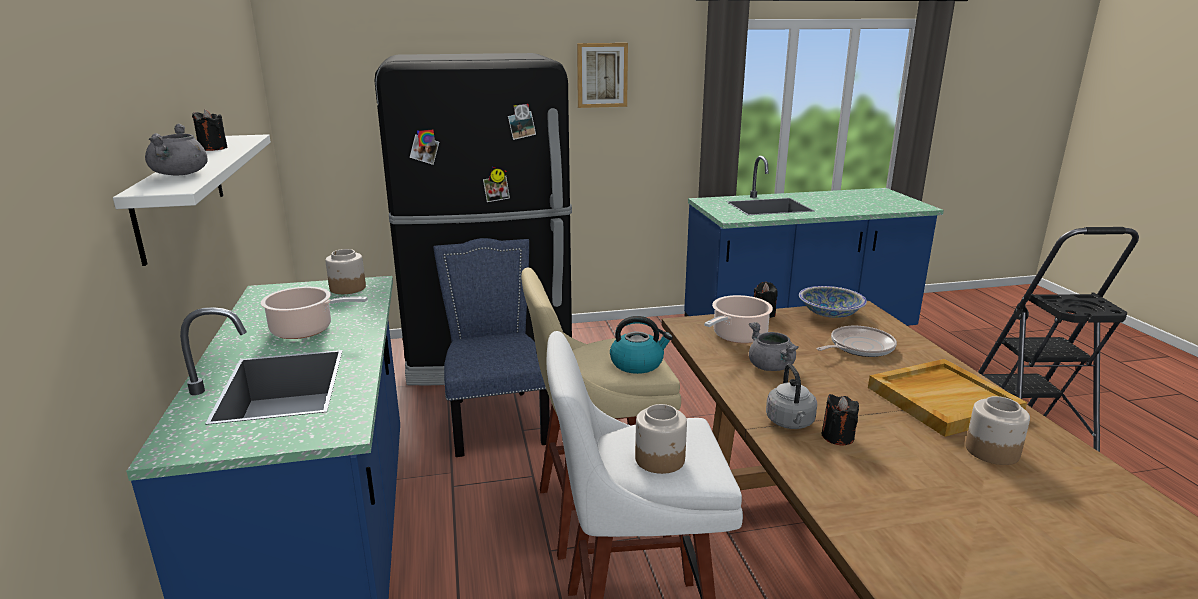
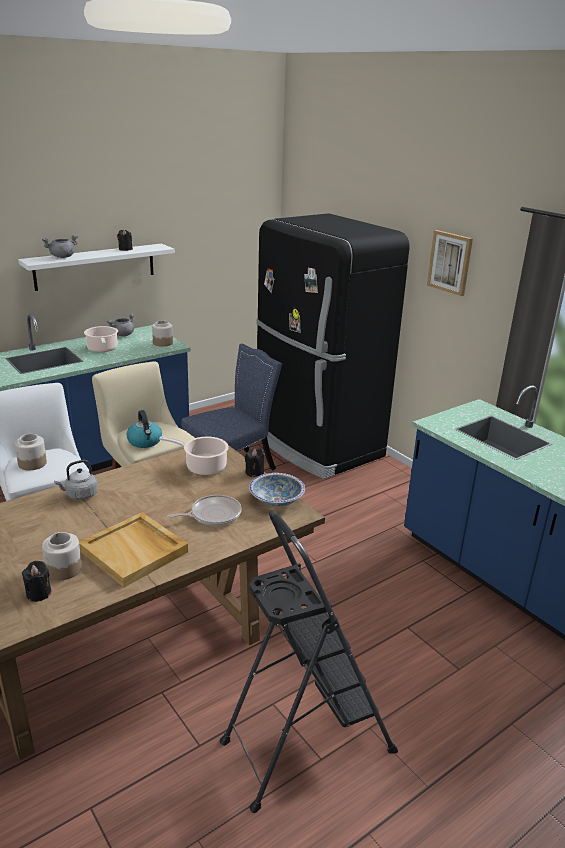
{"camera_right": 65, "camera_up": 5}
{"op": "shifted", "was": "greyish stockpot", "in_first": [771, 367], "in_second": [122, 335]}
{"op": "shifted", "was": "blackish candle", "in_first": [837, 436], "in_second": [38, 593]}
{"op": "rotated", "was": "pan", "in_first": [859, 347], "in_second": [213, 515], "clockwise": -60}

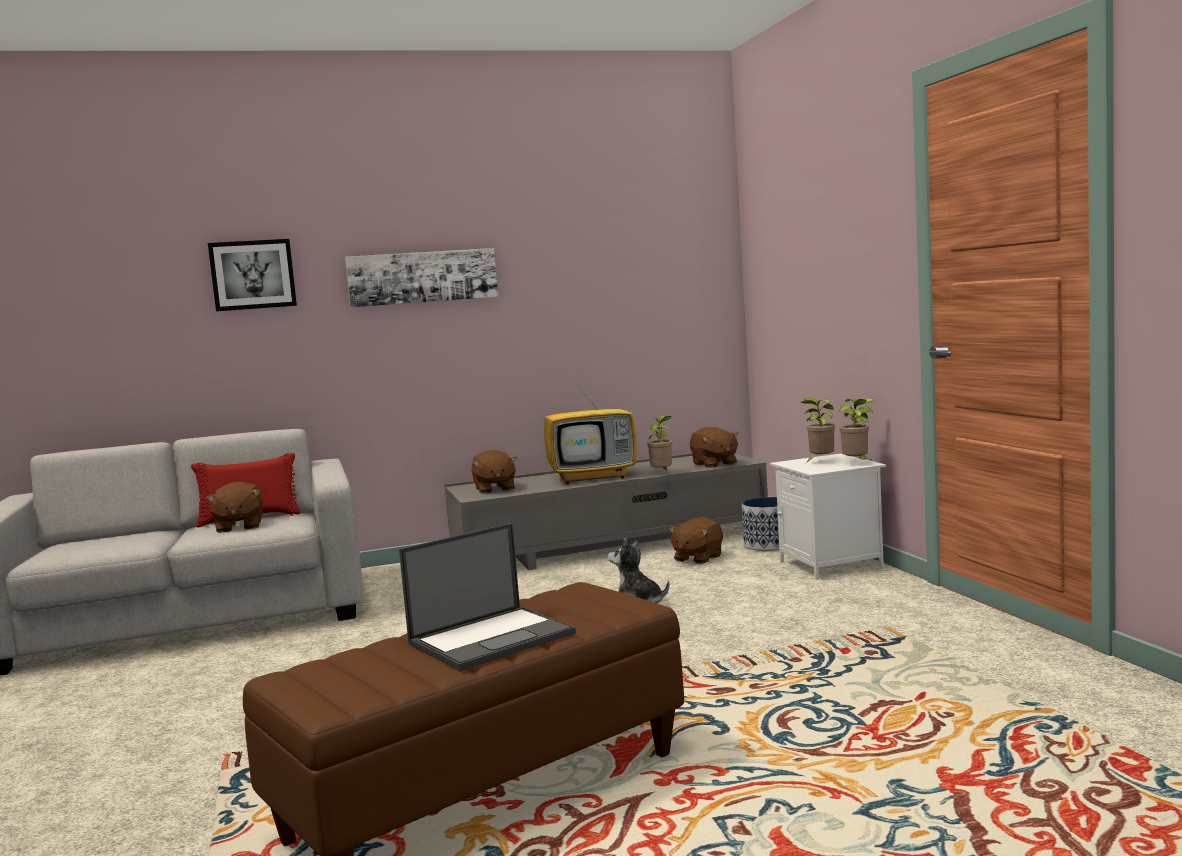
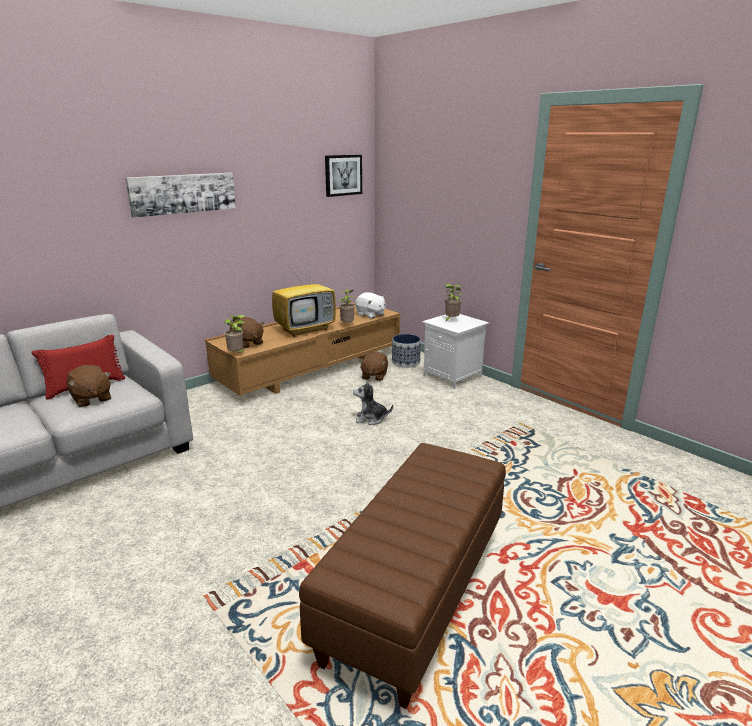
{"camera_right": -25, "camera_up": 15}
{"op": "gone", "was": "portable computer", "in_first": [493, 638]}
{"op": "shifted", "was": "wall picture", "in_first": [253, 275], "in_second": [343, 175]}
{"op": "shifted", "was": "plant in a pot", "in_first": [857, 463], "in_second": [237, 354]}
{"op": "repainted", "was": "greyish tv stand", "now": "brown tv stand", "in_first": [610, 545], "in_second": [311, 368]}
{"op": "repainted", "was": "brown plush toy", "now": "white plush toy", "in_first": [714, 464], "in_second": [370, 315]}

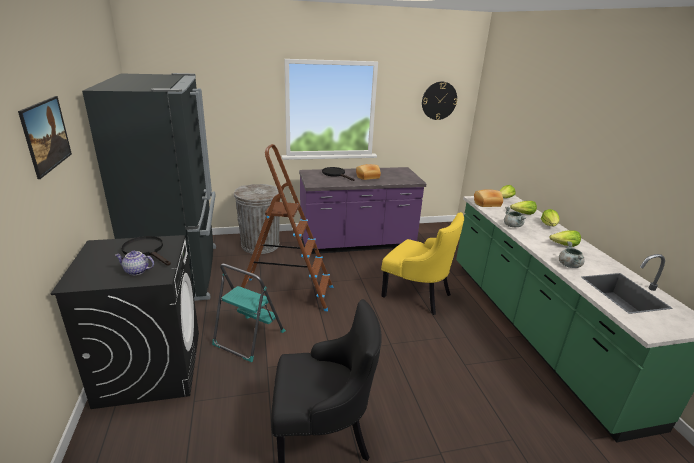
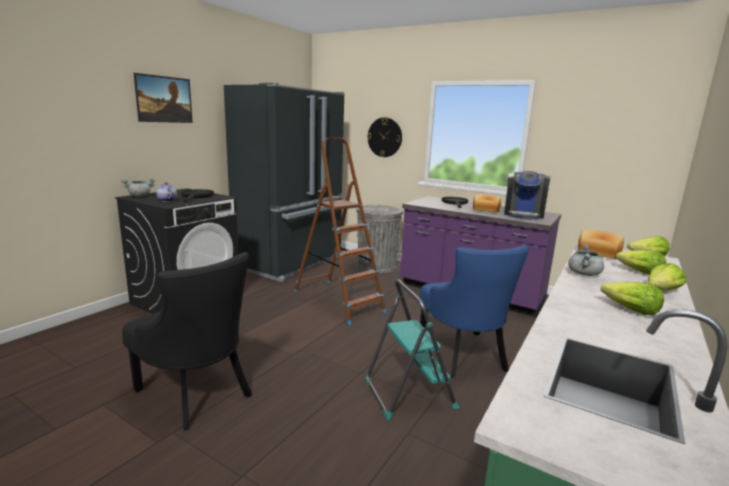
{"camera_right": 45, "camera_up": -10}
{"op": "new", "now": "coffee maker", "in_second": [523, 214]}
{"op": "shifted", "was": "blue-green step stool", "in_first": [247, 339], "in_second": [405, 393]}
{"op": "shifted", "was": "wall clock", "in_first": [439, 100], "in_second": [384, 137]}
{"op": "shifted", "was": "greyish stockpot", "in_first": [569, 265], "in_second": [140, 196]}
{"op": "repainted", "was": "yellow-coloured chair", "now": "blue chair", "in_first": [415, 295], "in_second": [462, 353]}

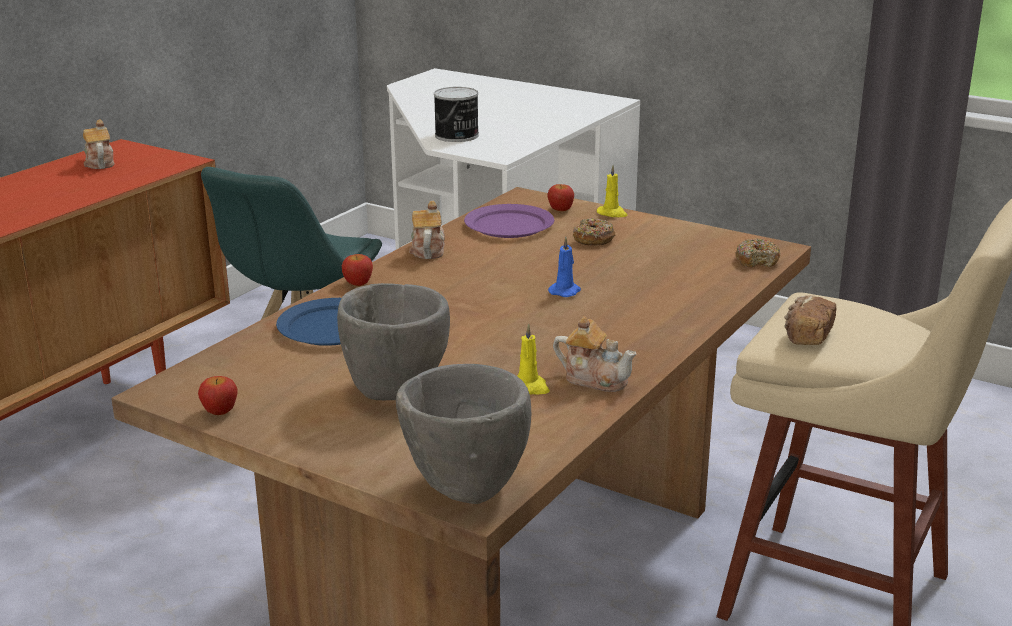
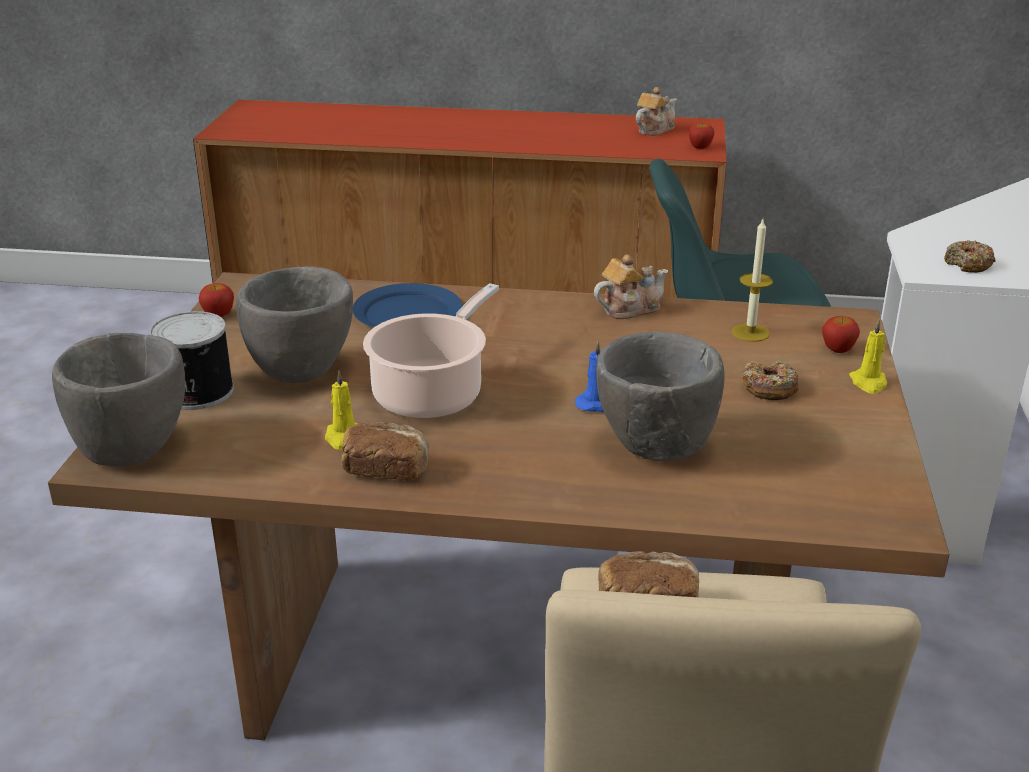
{"camera_right": 65, "camera_up": 5}
{"op": "new", "now": "stockpot", "in_second": [432, 393]}
{"op": "new", "now": "greyish serving bowl", "in_second": [654, 449]}
{"op": "shifted", "was": "apple fruit", "in_first": [358, 283], "in_second": [700, 147]}
{"op": "shifted", "was": "sealed can", "in_first": [457, 136], "in_second": [195, 392]}
{"op": "shifted", "was": "doughnut", "in_first": [757, 260], "in_second": [968, 264]}
{"op": "swapped", "was": "purple-coloured flat dish", "now": "candle", "in_first": [510, 225], "in_second": [750, 333]}
{"op": "swapped", "was": "tea pot", "now": "bakery bread", "in_first": [595, 379], "in_second": [386, 469]}

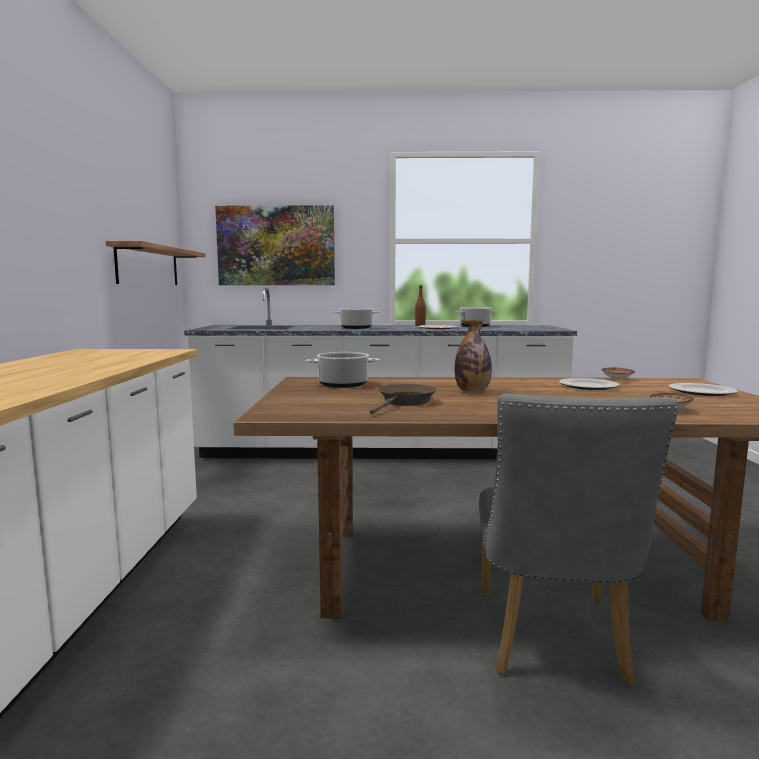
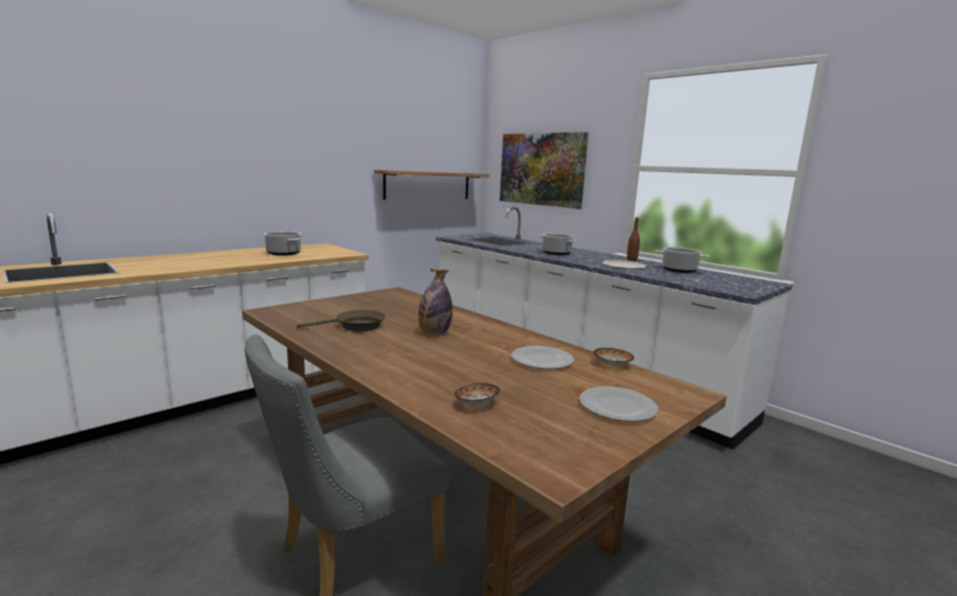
{"camera_right": 45, "camera_up": 5}
{"op": "shifted", "was": "stockpot", "in_first": [344, 384], "in_second": [284, 253]}

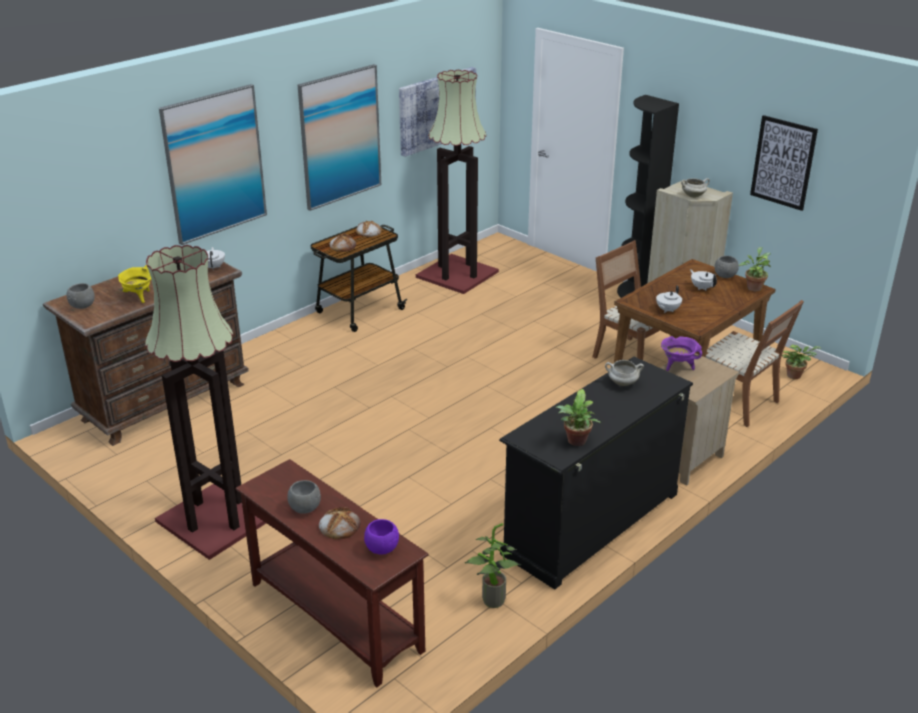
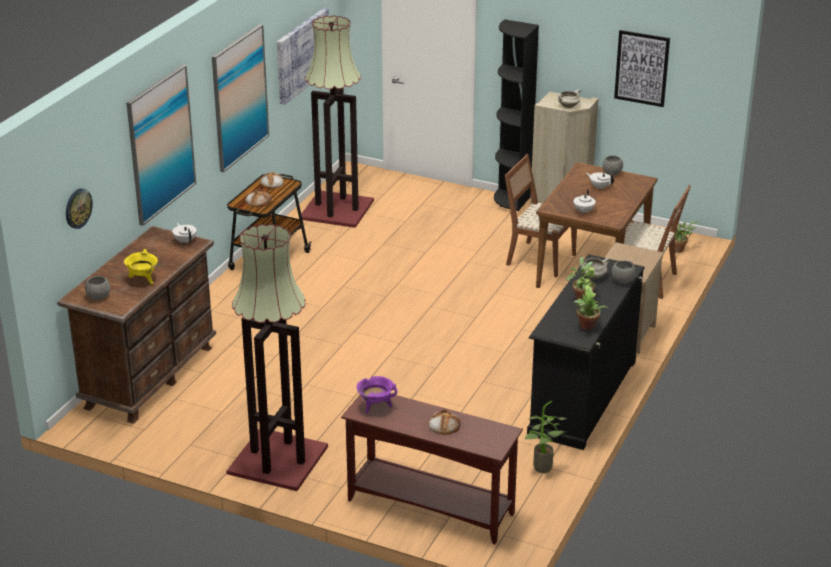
{"camera_right": -20, "camera_up": 0}
{"op": "gone", "was": "purple-coloured serving bowl", "in_first": [381, 548]}
{"op": "new", "now": "wall clock", "in_second": [78, 208]}
{"op": "shifted", "was": "greyish serving bowl", "in_first": [304, 508], "in_second": [622, 281]}
{"op": "shifted", "was": "purple-coloured stockpot", "in_first": [678, 366], "in_second": [376, 406]}
{"op": "shifted", "was": "plant in a pot", "in_first": [753, 287], "in_second": [581, 298]}

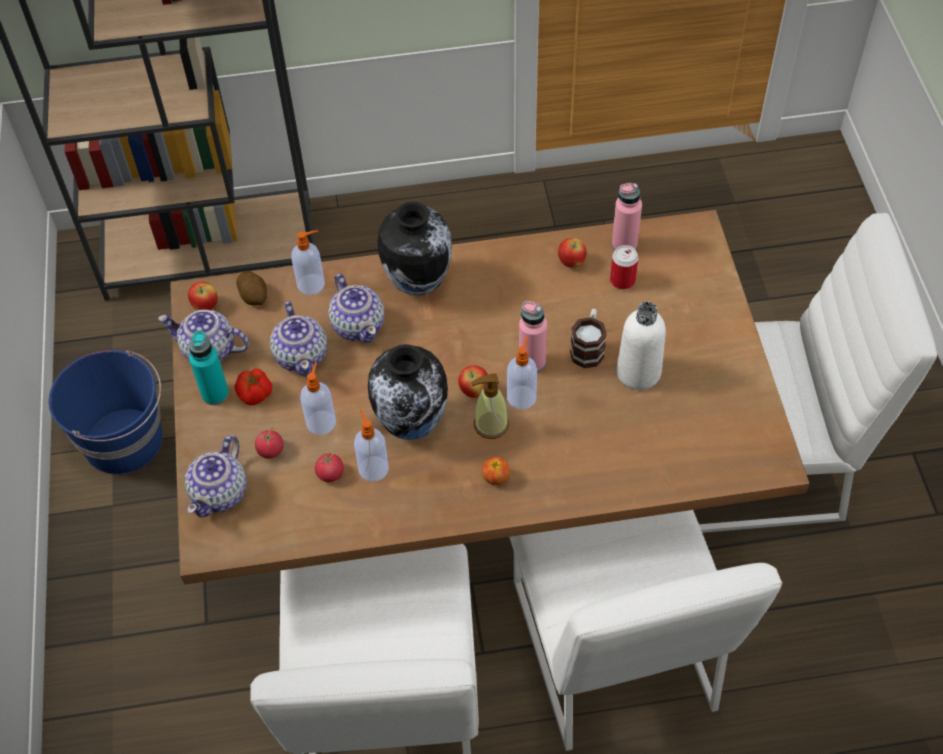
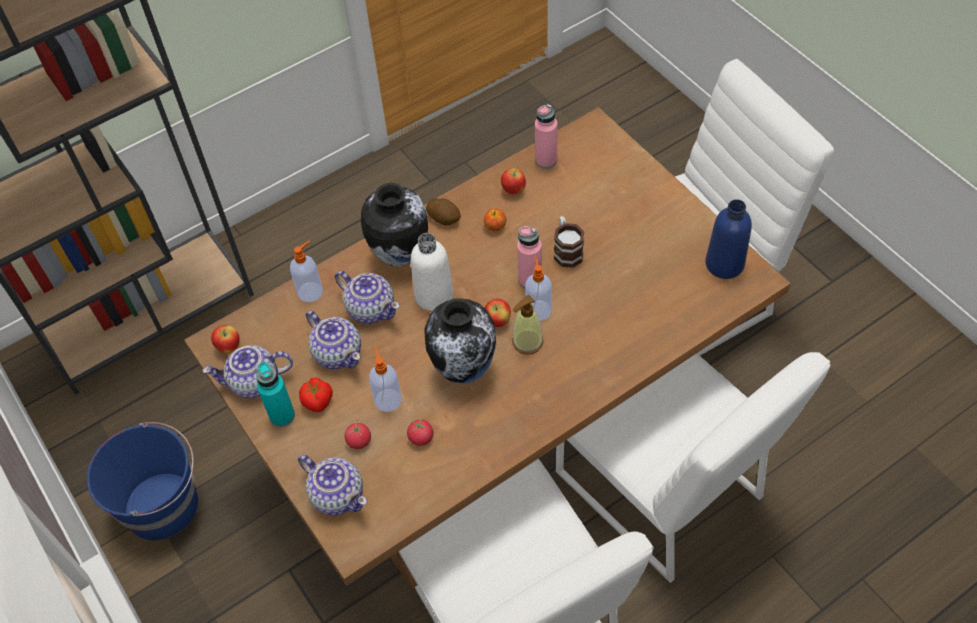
{"camera_right": -25, "camera_up": 0}
{"op": "gone", "was": "soap bottle", "in_first": [373, 468]}
{"op": "gone", "was": "sealed can", "in_first": [622, 280]}
{"op": "new", "now": "blue drink bottle", "in_second": [724, 264]}
{"op": "shifted", "was": "potato", "in_first": [254, 296], "in_second": [444, 218]}
{"op": "shifted", "was": "apple fruit", "in_first": [495, 478], "in_second": [495, 226]}
{"op": "shifted", "was": "white drink bottle", "in_first": [638, 372], "in_second": [434, 296]}
{"op": "rotated", "was": "tea pot", "in_first": [220, 493], "in_second": [337, 494], "clockwise": -45}

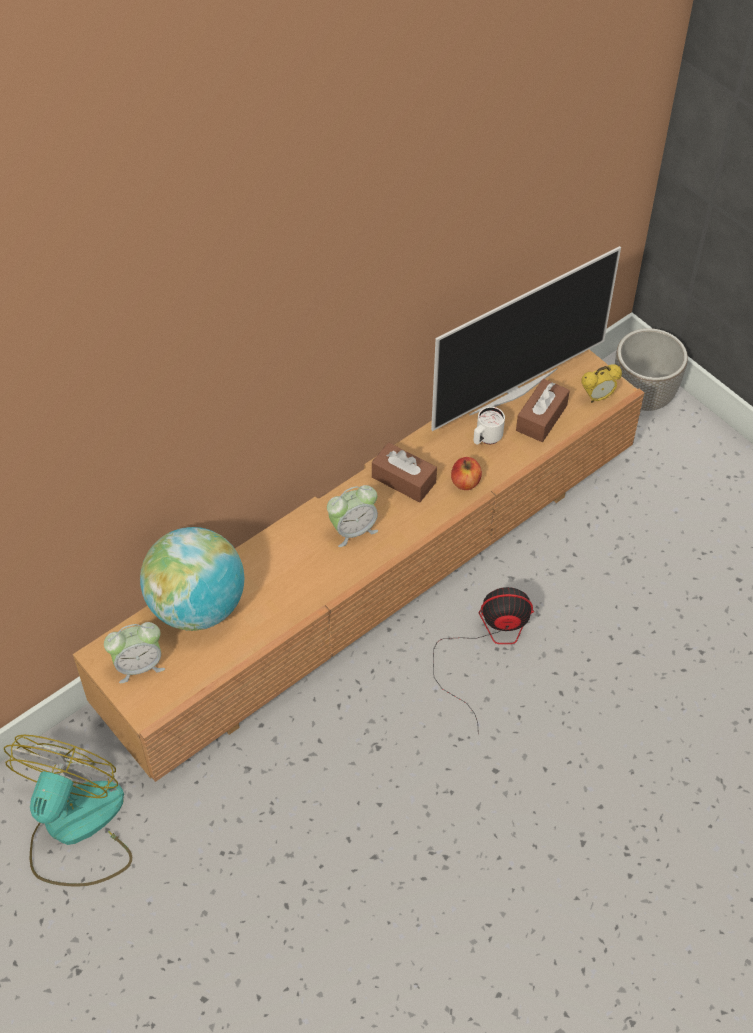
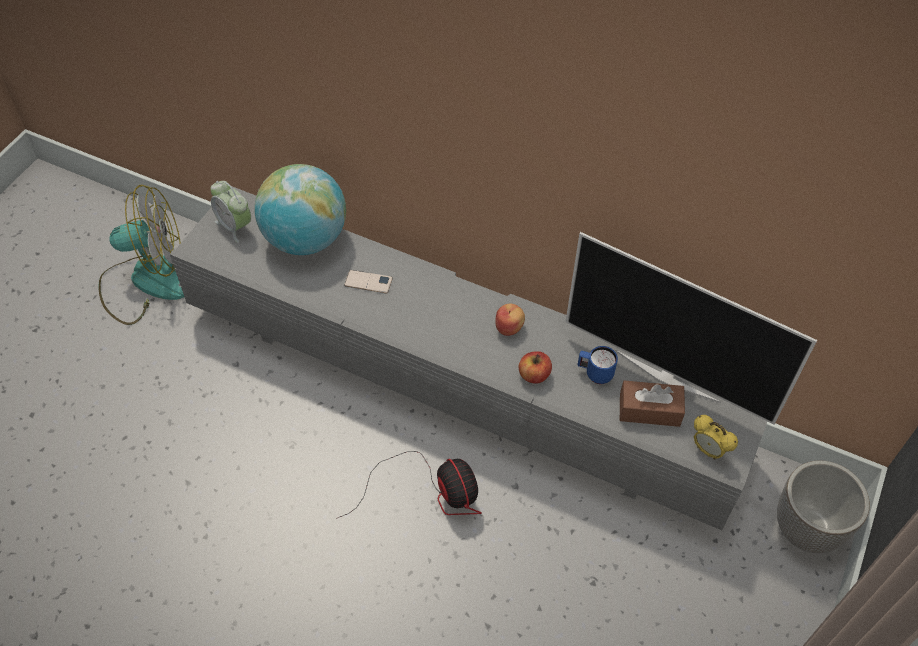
{"camera_right": 65, "camera_up": 0}
{"op": "gone", "was": "bedside clock", "in_first": [353, 530]}
{"op": "new", "now": "phone", "in_second": [368, 282]}
{"op": "swapped", "was": "brown tissue holder", "now": "apple fruit", "in_first": [403, 480], "in_second": [509, 327]}
{"op": "repainted", "was": "brown tv stand", "now": "greyish tv stand", "in_first": [375, 578], "in_second": [458, 381]}
{"op": "repainted", "was": "white mug", "now": "blue mug", "in_first": [486, 439], "in_second": [594, 374]}

